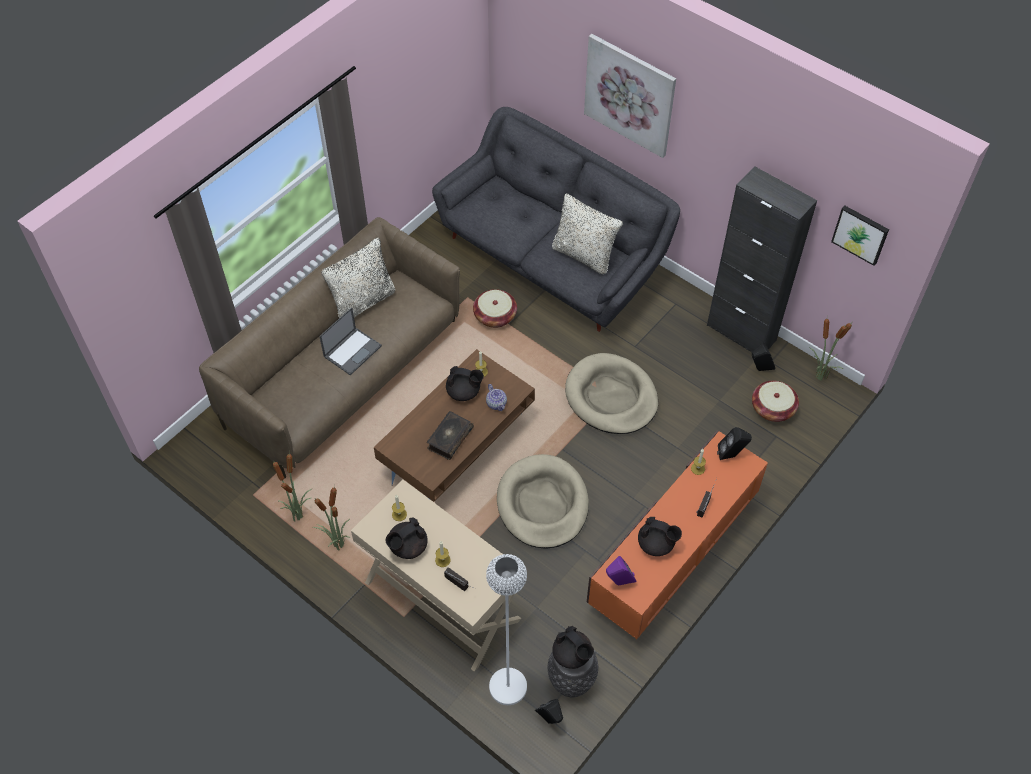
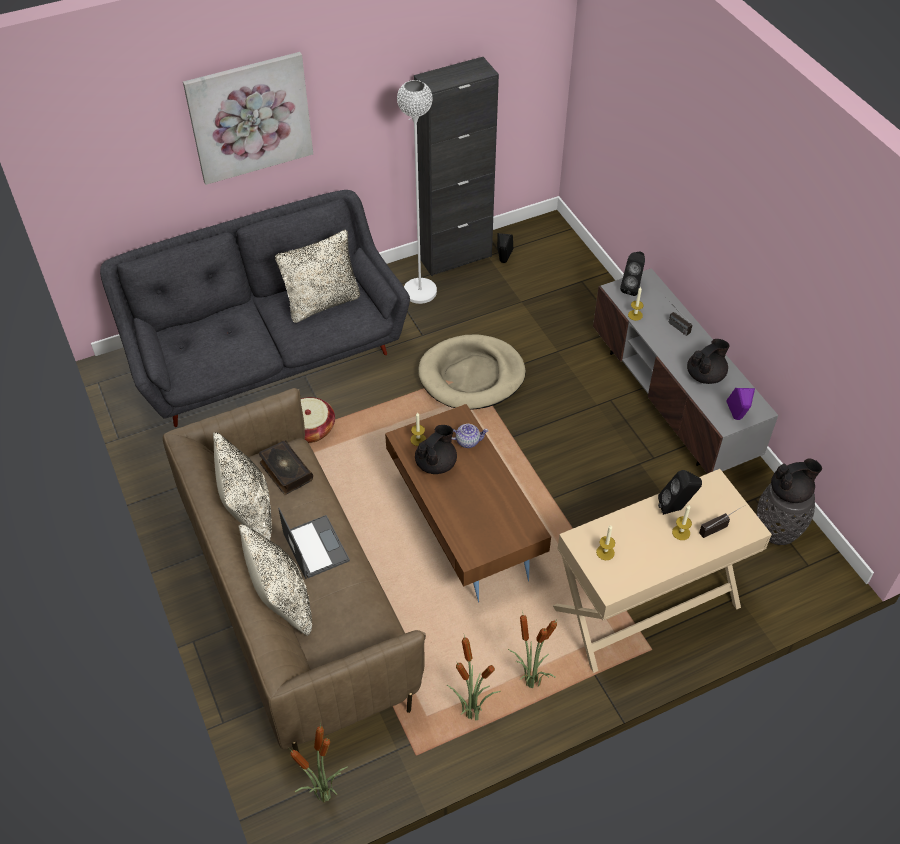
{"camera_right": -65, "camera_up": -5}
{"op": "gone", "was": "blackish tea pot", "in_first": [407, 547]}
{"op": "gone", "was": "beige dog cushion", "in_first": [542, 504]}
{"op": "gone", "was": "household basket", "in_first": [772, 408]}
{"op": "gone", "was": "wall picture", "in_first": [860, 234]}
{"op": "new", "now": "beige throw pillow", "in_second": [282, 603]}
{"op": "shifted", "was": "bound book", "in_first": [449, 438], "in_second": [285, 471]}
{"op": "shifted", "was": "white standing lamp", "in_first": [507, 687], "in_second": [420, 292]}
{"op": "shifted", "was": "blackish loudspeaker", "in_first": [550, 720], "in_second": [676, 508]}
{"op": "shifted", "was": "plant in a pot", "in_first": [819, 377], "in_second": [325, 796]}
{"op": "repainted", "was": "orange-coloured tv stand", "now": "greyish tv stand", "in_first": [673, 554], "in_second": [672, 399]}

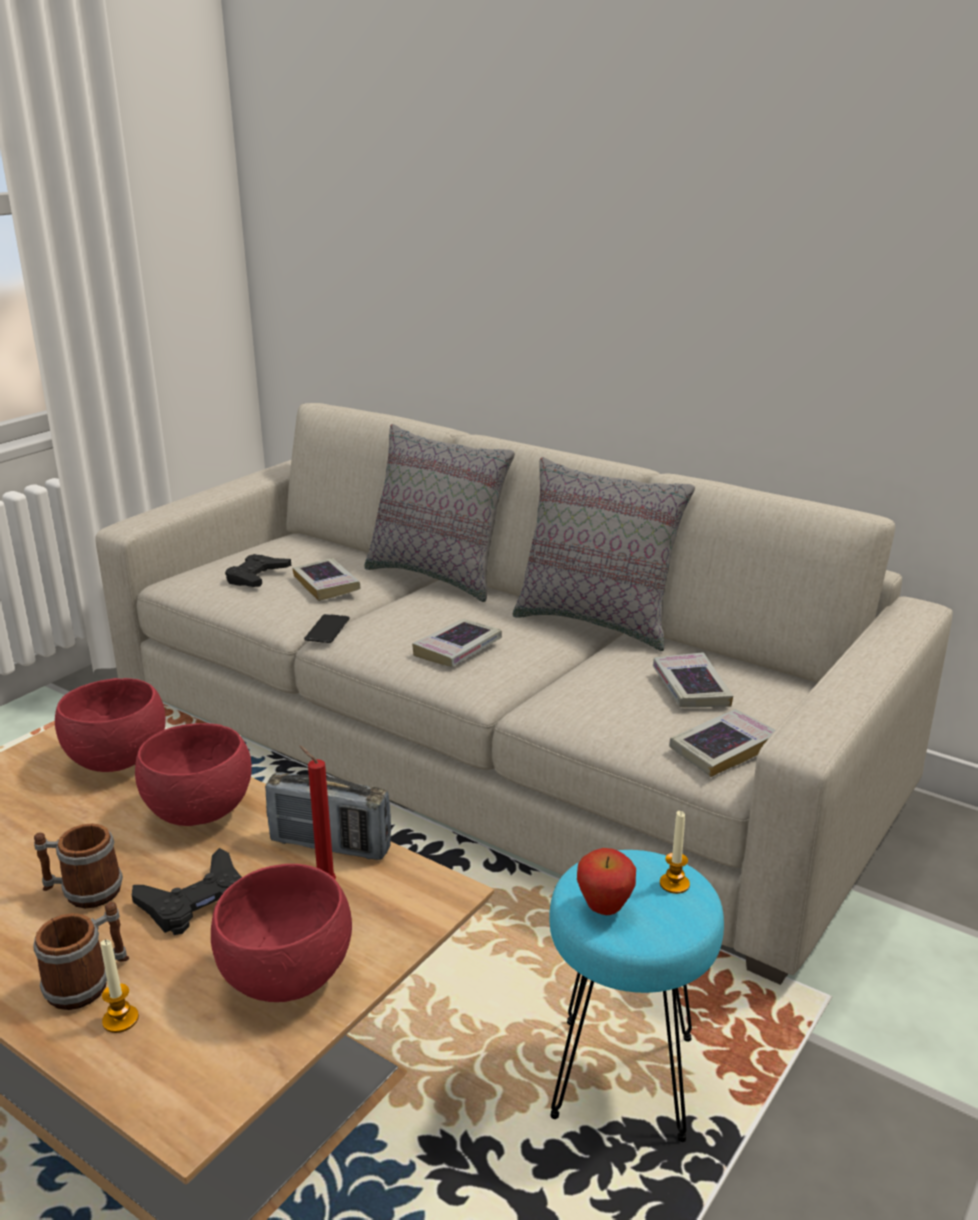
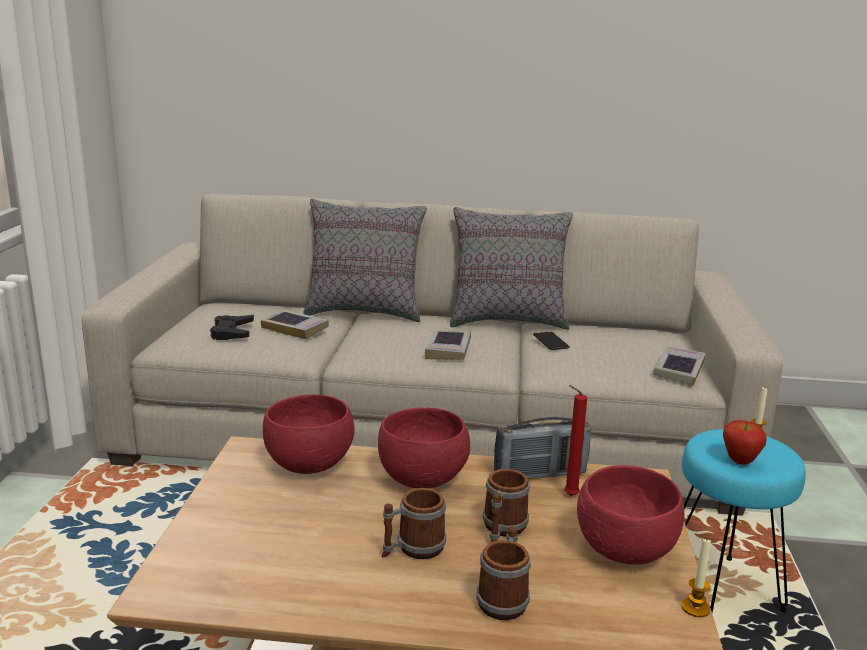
{"camera_right": -30, "camera_up": -5}
{"op": "gone", "was": "bound book", "in_first": [690, 688]}
{"op": "shifted", "was": "candle", "in_first": [120, 1019], "in_second": [695, 608]}
{"op": "shifted", "was": "phone", "in_first": [327, 629], "in_second": [551, 341]}
{"op": "swapped", "was": "blackish joypad", "now": "mug", "in_first": [195, 901], "in_second": [502, 530]}

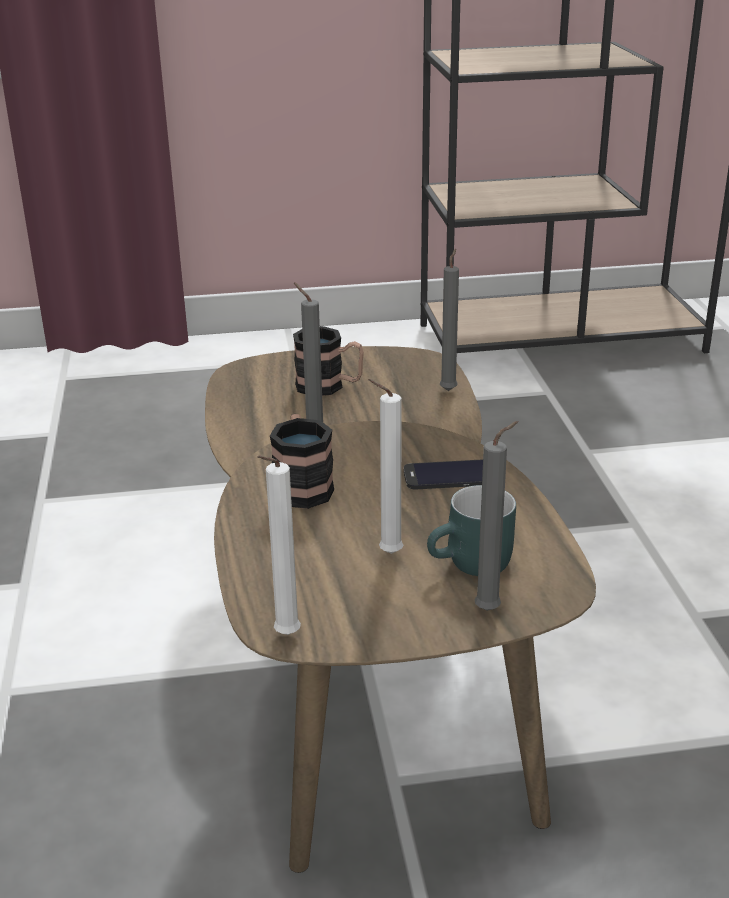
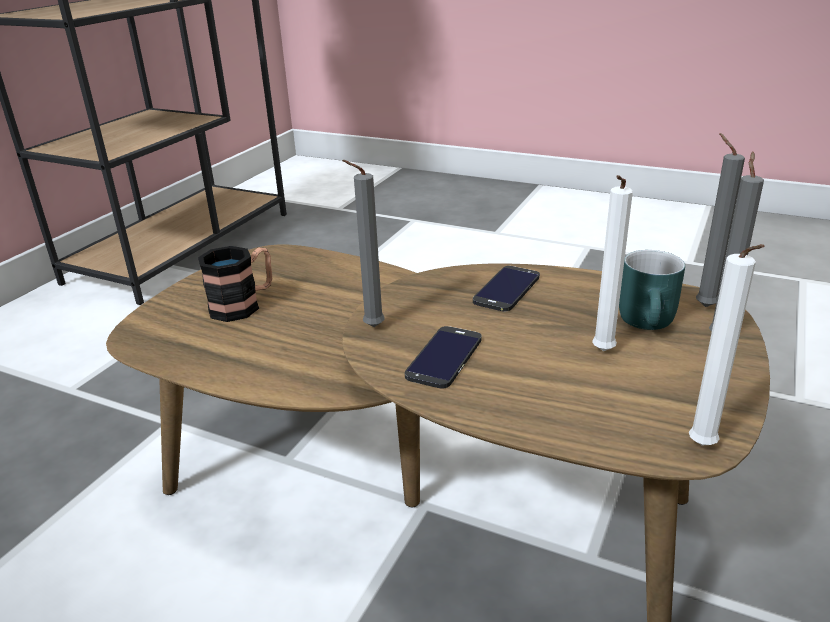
{"camera_right": -55, "camera_up": 0}
{"op": "shifted", "was": "greyish candle", "in_first": [449, 389], "in_second": [702, 305]}
{"op": "swapped", "was": "mug", "now": "phone", "in_first": [302, 485], "in_second": [444, 357]}

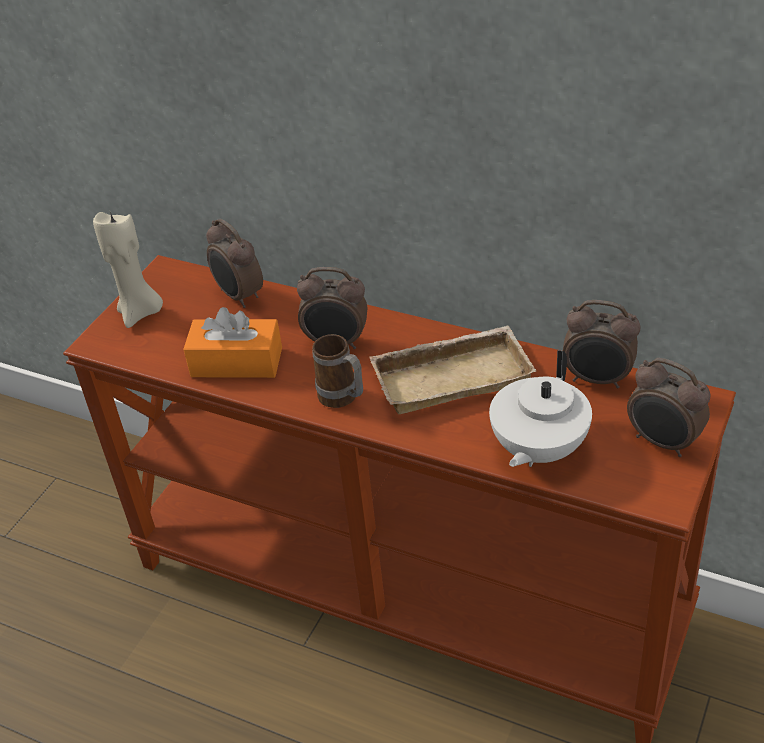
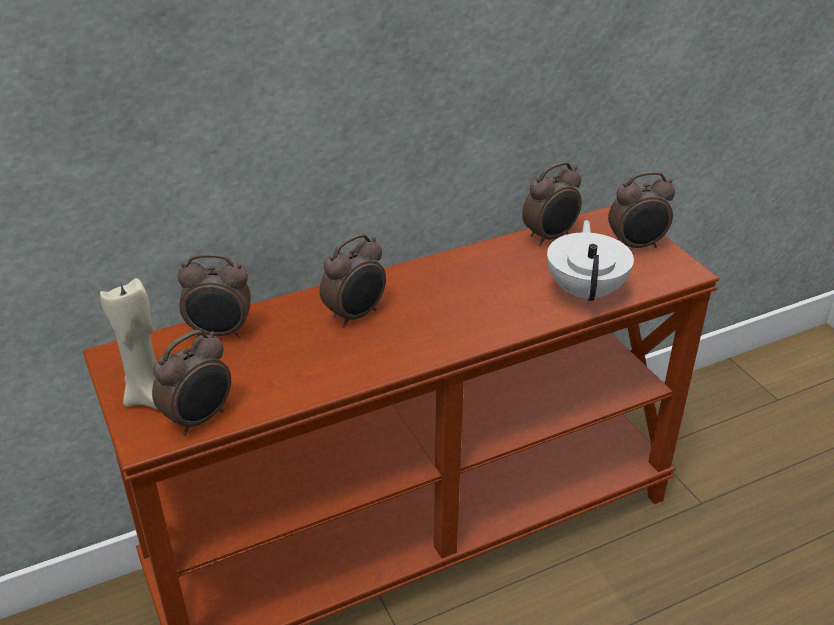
{"camera_right": -55, "camera_up": -5}
{"op": "gone", "was": "orange-coloured tissue holder", "in_first": [236, 362]}
{"op": "gone", "was": "mug", "in_first": [343, 399]}
{"op": "gone", "was": "beige serving tray", "in_first": [452, 375]}
{"op": "new", "now": "bedside clock", "in_second": [200, 419]}
{"op": "rotated", "was": "white tea pot", "in_first": [537, 449], "in_second": [586, 291], "clockwise": -150}

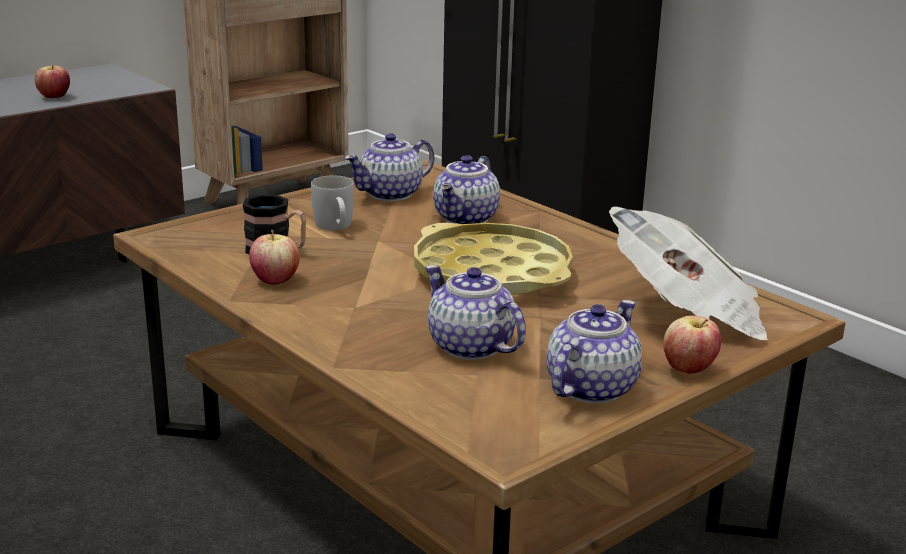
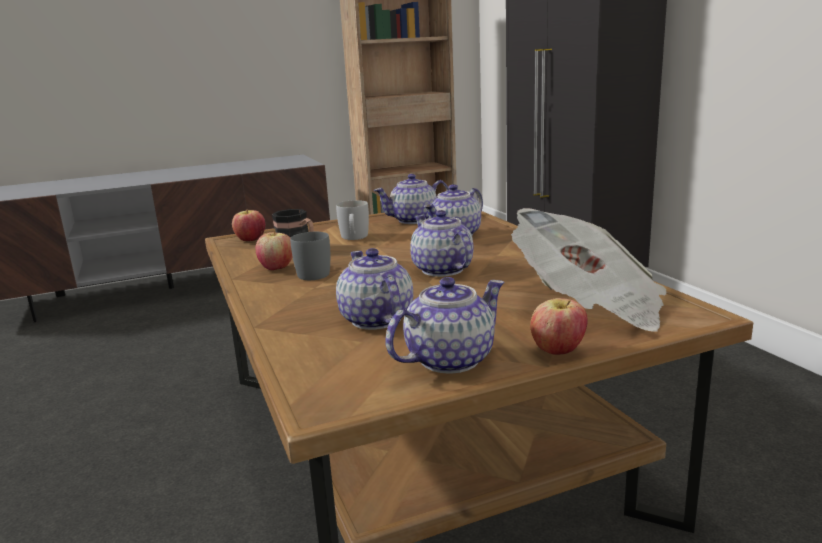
{"camera_right": 20, "camera_up": -5}
{"op": "new", "now": "greyish mug", "in_second": [317, 273]}
{"op": "shifted", "was": "apple fruit", "in_first": [54, 97], "in_second": [251, 240]}
{"op": "swapped", "was": "yellow-coloured serving tray", "now": "tea pot", "in_first": [491, 274], "in_second": [442, 270]}

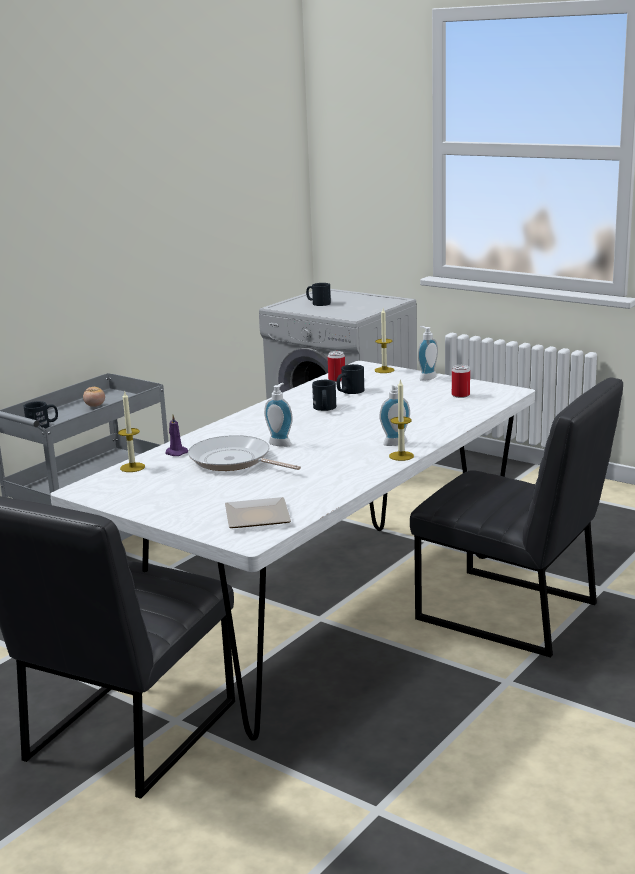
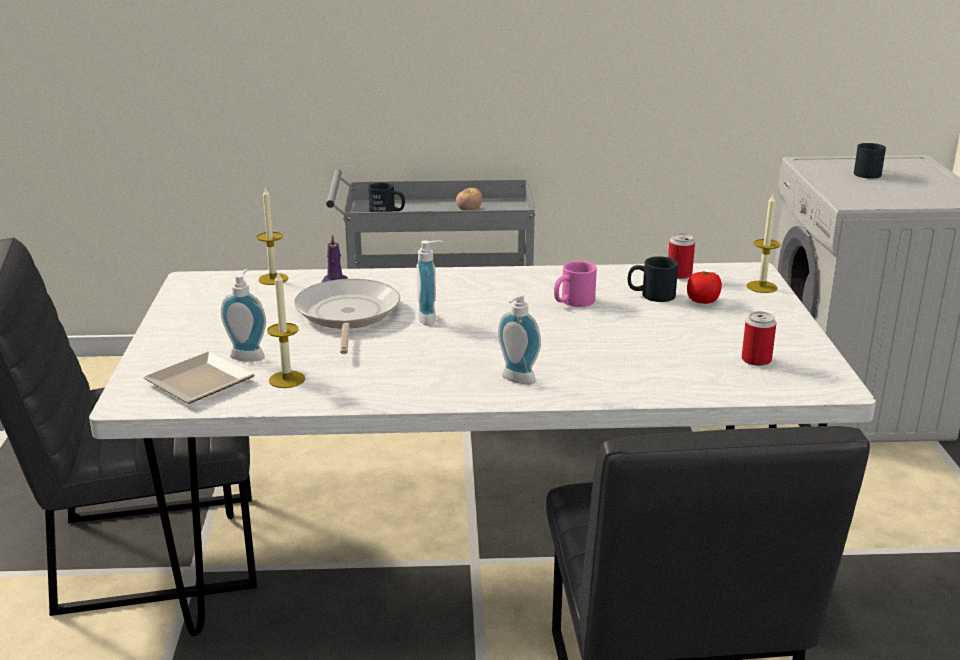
{"camera_right": 50, "camera_up": 5}
{"op": "new", "now": "fresh tomato", "in_second": [703, 301]}
{"op": "shifted", "was": "candle", "in_first": [401, 456], "in_second": [287, 379]}
{"op": "shifted", "was": "soap bottle", "in_first": [426, 377], "in_second": [249, 355]}
{"op": "repainted", "was": "blackish mug", "now": "pink mug", "in_first": [324, 408], "in_second": [572, 302]}

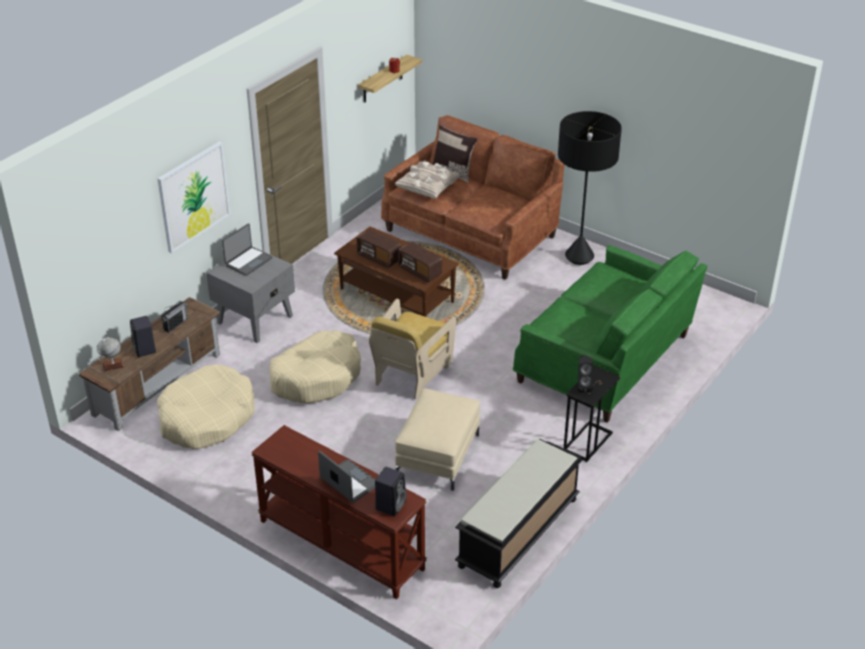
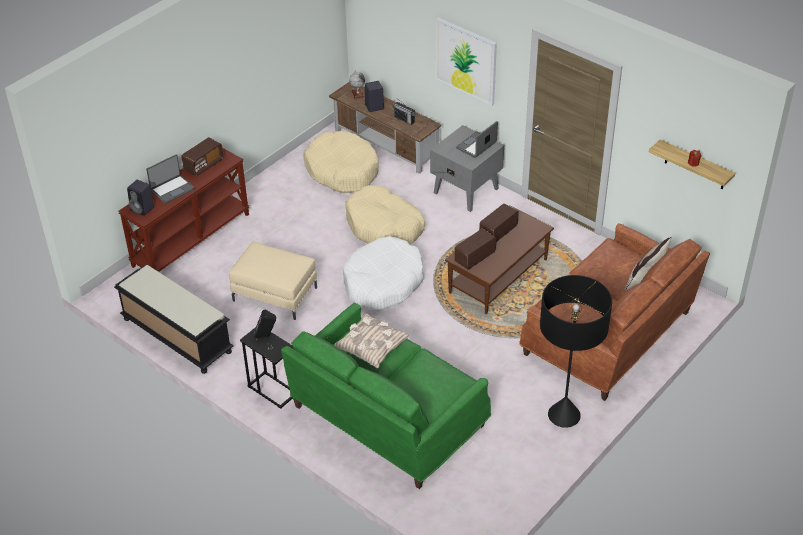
{"camera_right": 95, "camera_up": 5}
{"op": "new", "now": "radio receiver", "in_second": [203, 165]}
{"op": "shifted", "was": "beige throw pillow", "in_first": [427, 188], "in_second": [372, 348]}
{"op": "swapped", "was": "yellow-coloured lounge chair", "now": "white dog cushion", "in_first": [412, 373], "in_second": [383, 282]}
{"op": "rotated", "was": "portable computer", "in_first": [248, 261], "in_second": [477, 146], "clockwise": 90}

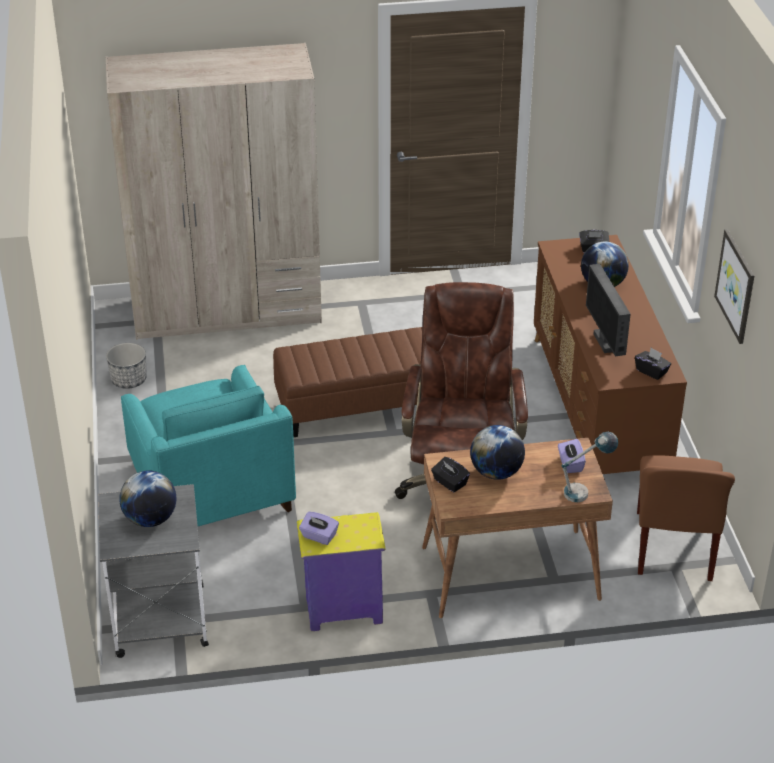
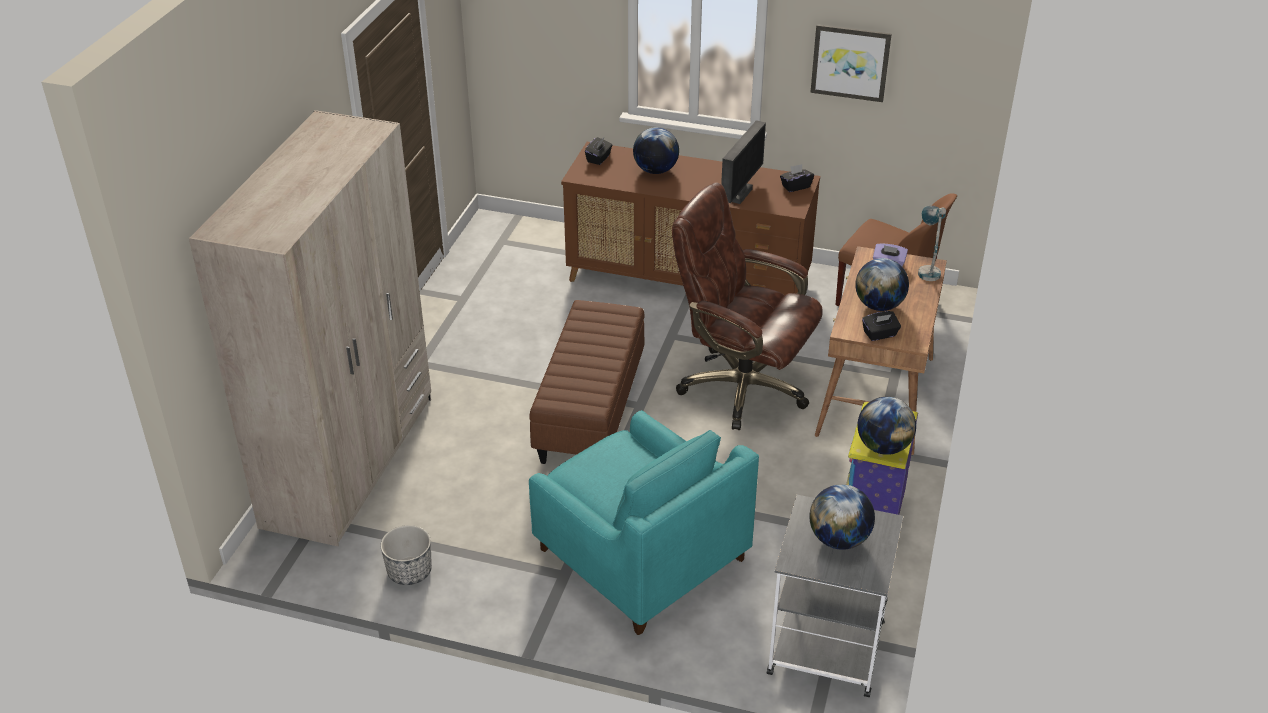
{"camera_right": -65, "camera_up": 0}
{"op": "swapped", "was": "purple-coloured tissue holder", "now": "globe", "in_first": [319, 536], "in_second": [883, 447]}
{"op": "rotated", "was": "blue-green lounge chair", "in_first": [209, 486], "in_second": [639, 554], "clockwise": 45}
{"op": "rotated", "was": "computer screen", "in_first": [605, 342], "in_second": [740, 195], "clockwise": -75}

